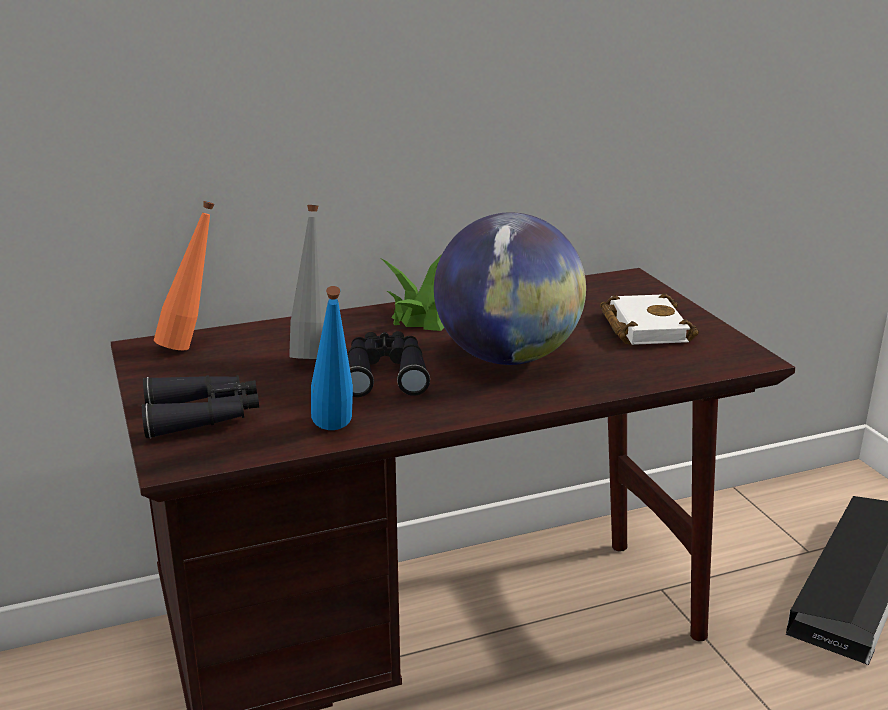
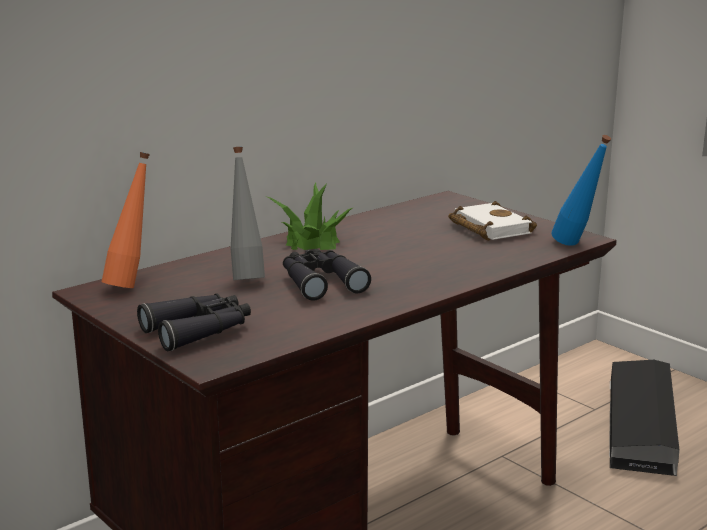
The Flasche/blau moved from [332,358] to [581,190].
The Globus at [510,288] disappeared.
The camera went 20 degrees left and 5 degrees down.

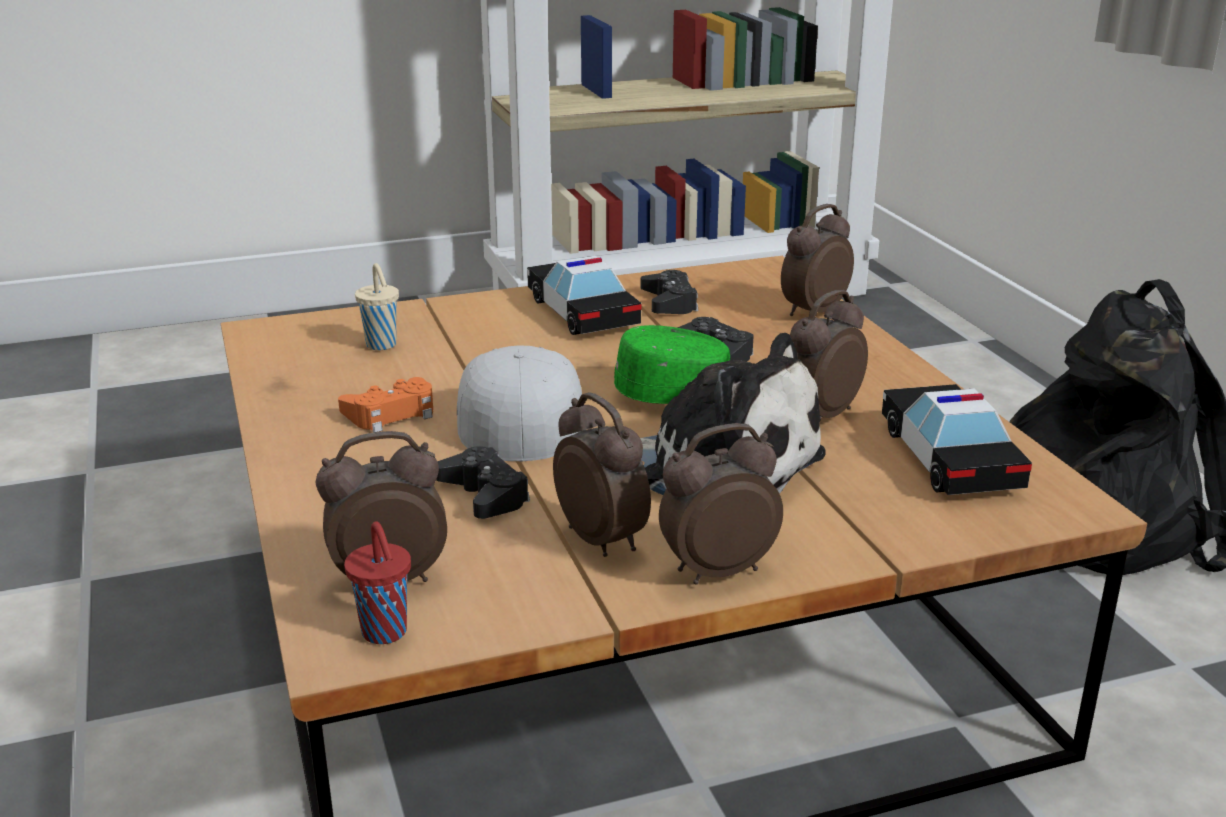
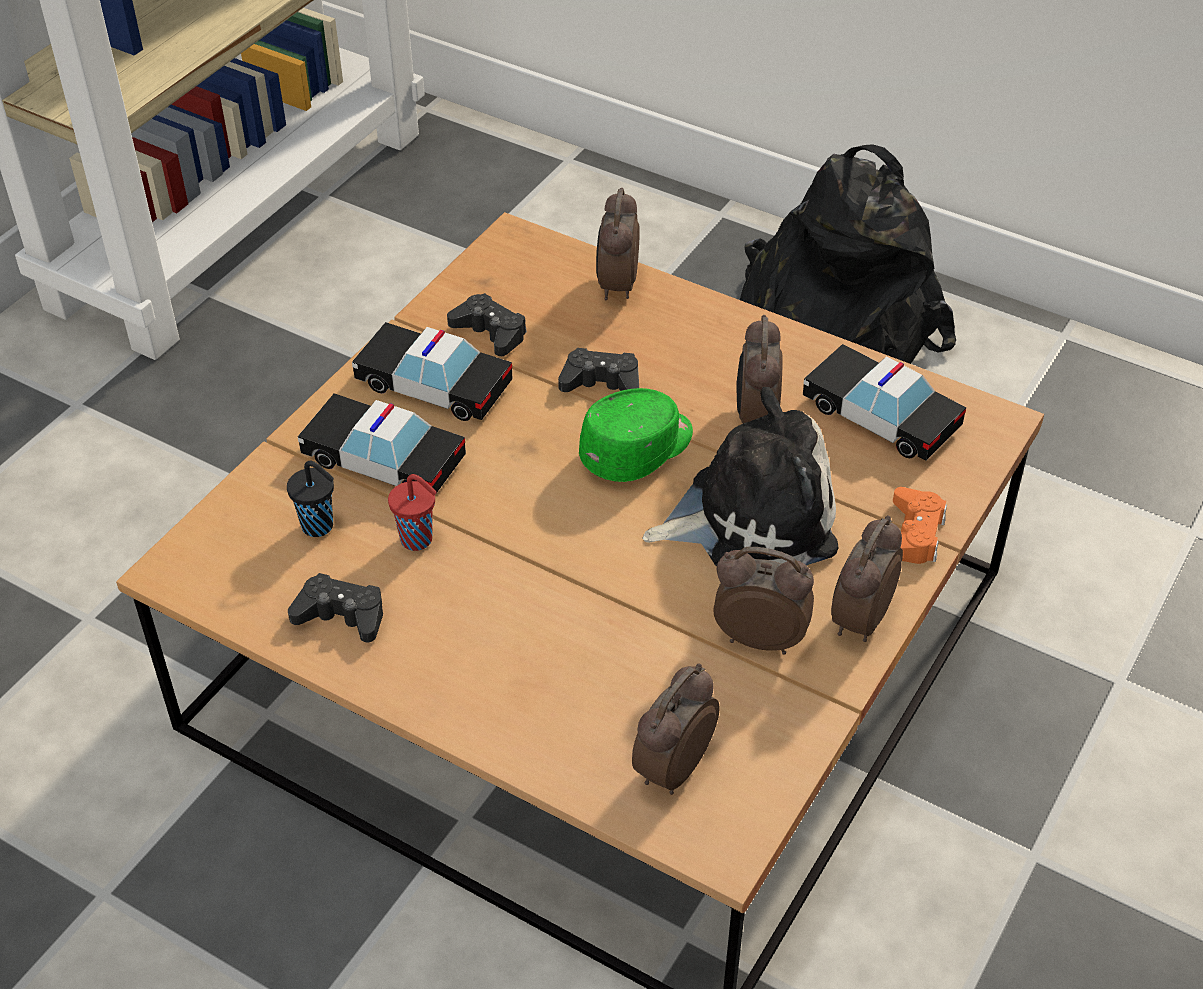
The Gamepad/orange moved from [385,405] to [920,525].
The Tasse/rot moved from [377,582] to [412,512].
The Tasse/beige at [377,306] became the Tasse/schwarz at [310,499].
The Gamepad/schwarz moved from [483,482] to [335,607].
The Kappe/weiß at [519,403] disappeared.
The Spielzeugauto at [382,444] appeared.
The camera went 40 degrees left and 20 degrees up.

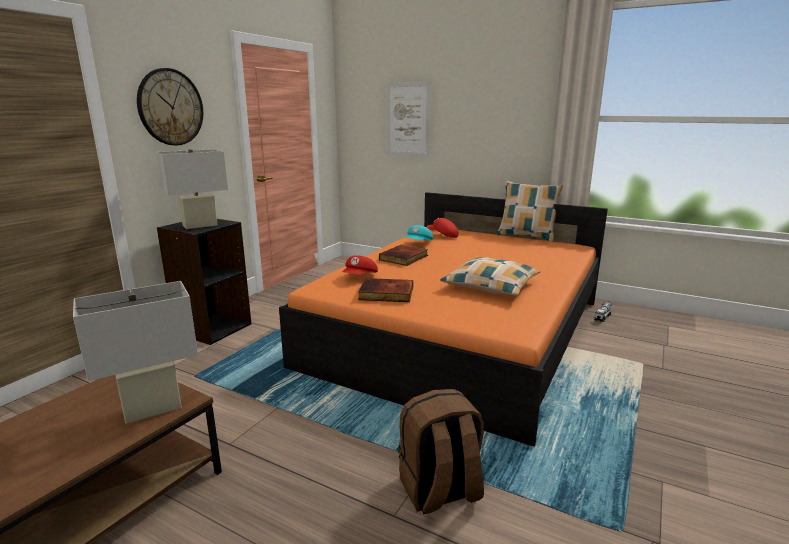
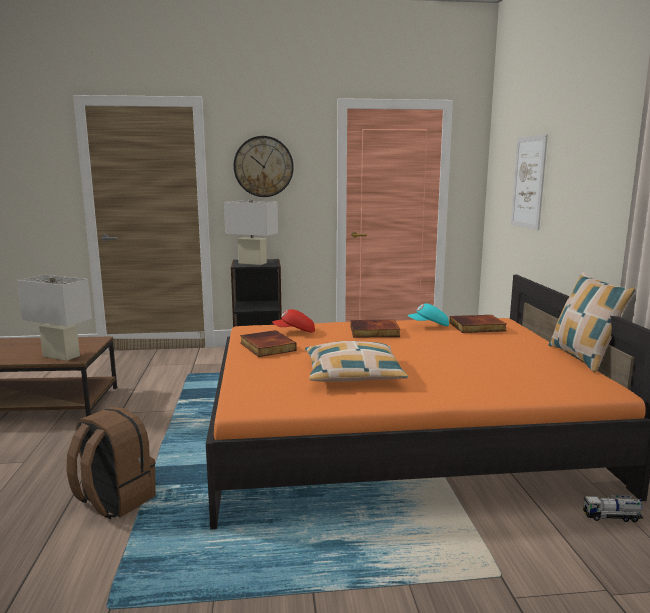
The Kappe/rot at [443,228] was replaced by the Buch at [478,324].
The camera went 55 degrees right and 5 degrees down.

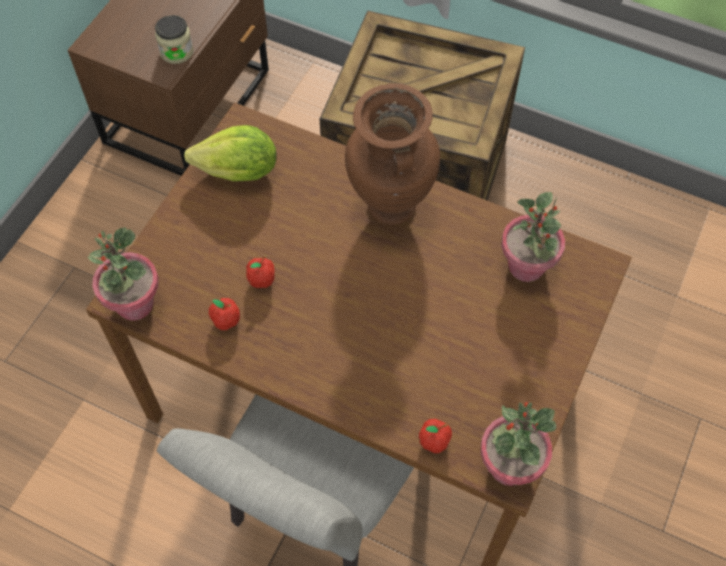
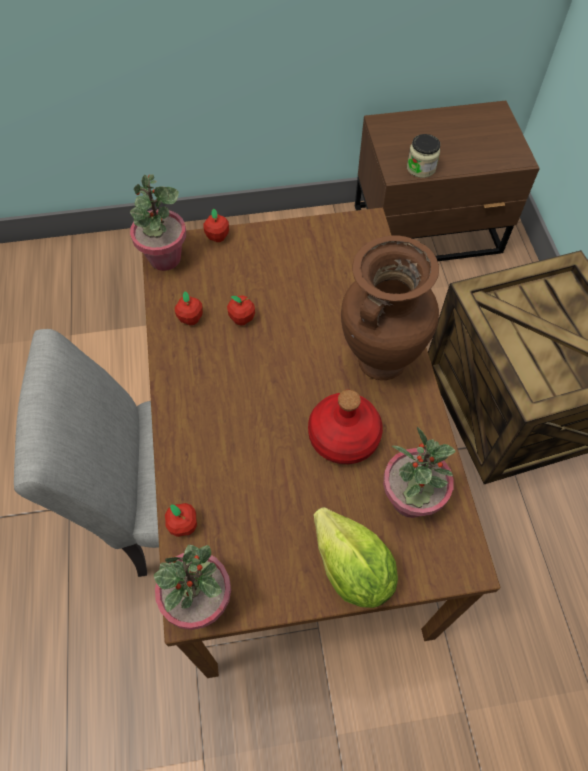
The Salatkopf moved from [230,153] to [356,557].
The Apfel at [216,225] appeared.
The Flasche/rot at [345,427] appeared.
The camera went 55 degrees right and 0 degrees up.

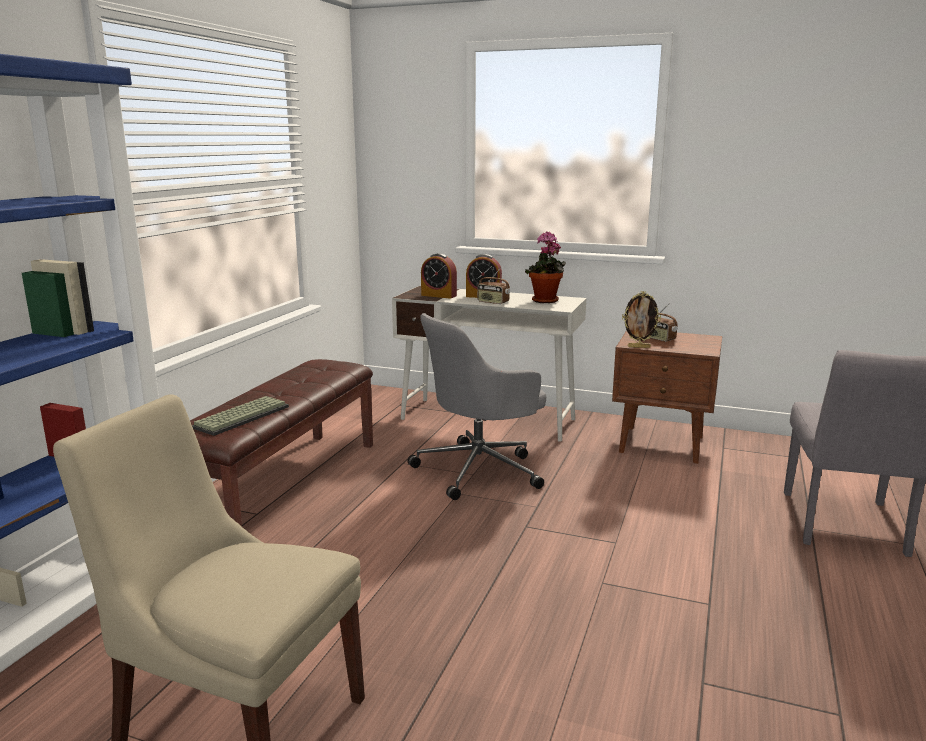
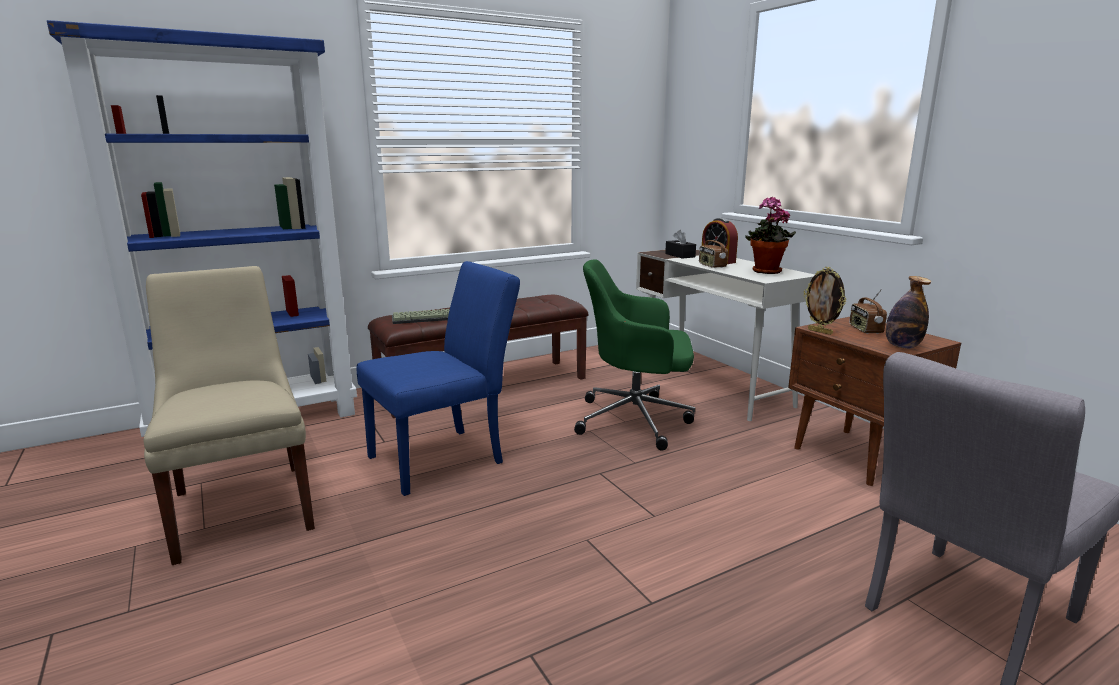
The Bürostuhl/grau at [476,406] became the Bürostuhl/grün at [634,355].
The Wecker at [439,276] was replaced by the Taschentuchbox/schwarz at [680,244].
The Stuhl/blau at [438,378] appeared.
The Flasche at [908,312] appeared.
The camera went 40 degrees right and 0 degrees up.

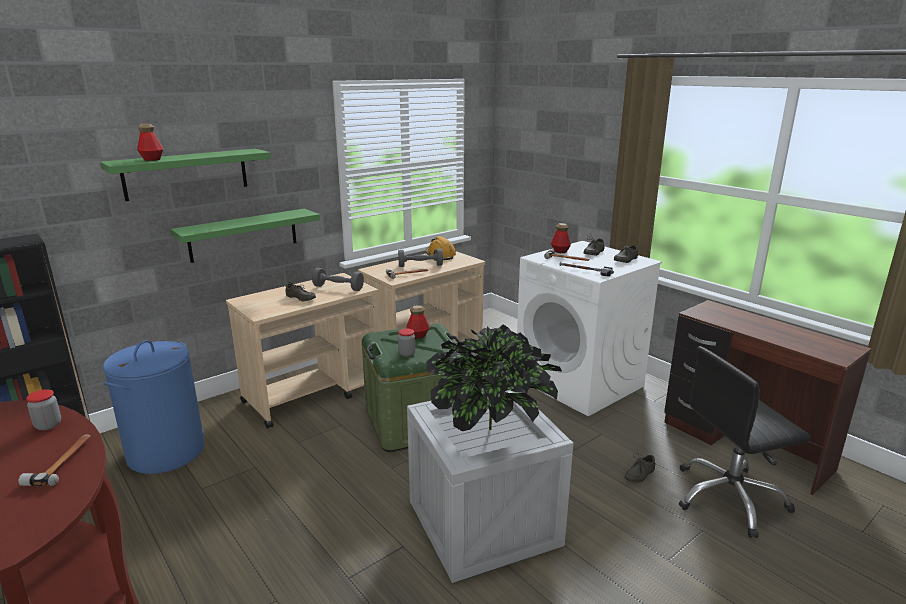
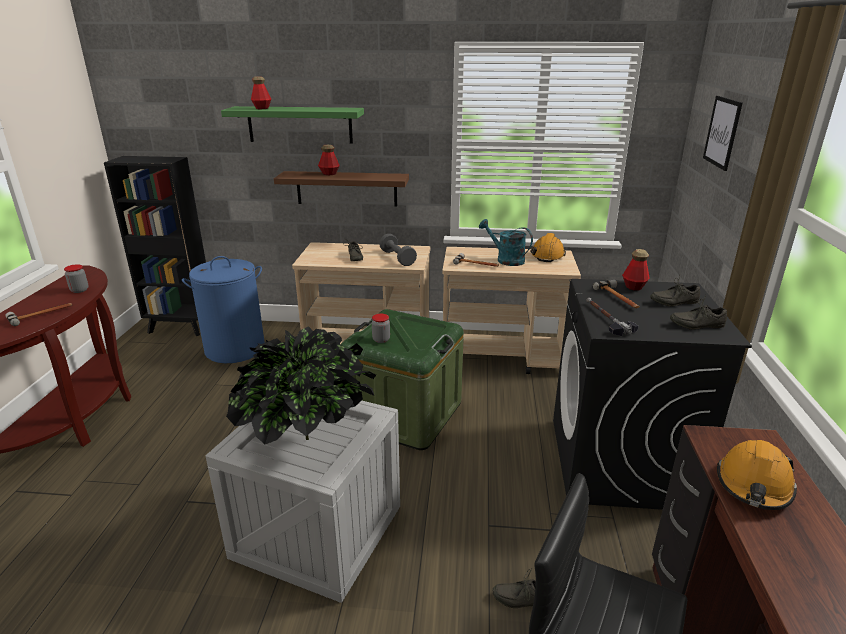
The Wandregal/grün at [245,236] became the Wandregal/braun at [341,188].
The Hantel/grau at [420,258] was replaced by the Gießkanne/türkis at [506,242].
The Flasche moved from [418,321] to [329,160].
The Waschmaschine/weiß at [589,328] became the Waschmaschine/schwarz at [652,394].
The Bild at [722,133] appeared.
The Schutzhelm/orange at [757,475] appeared.
The camera went 45 degrees right and 5 degrees up.

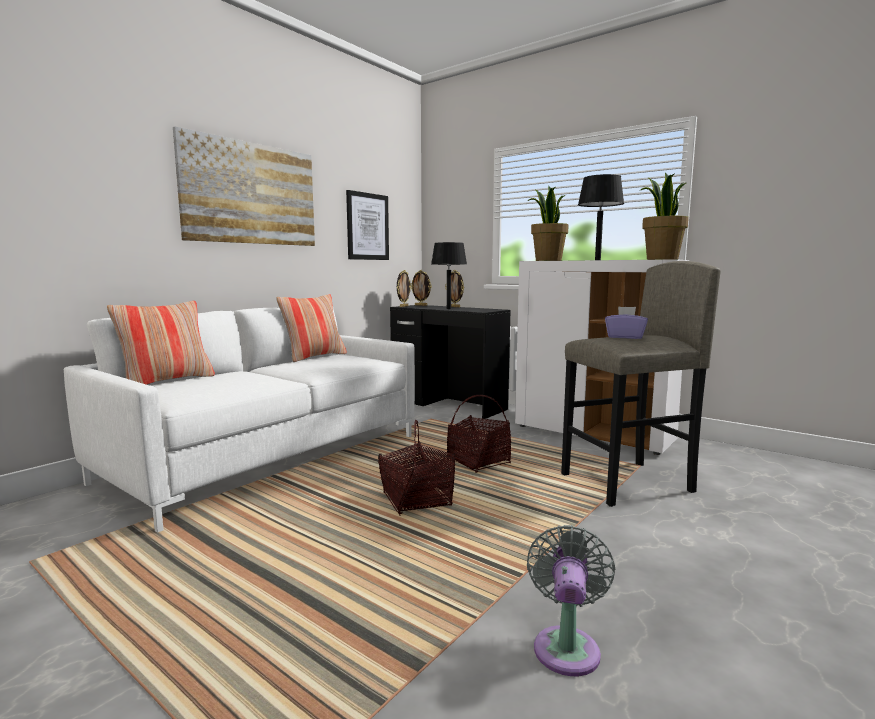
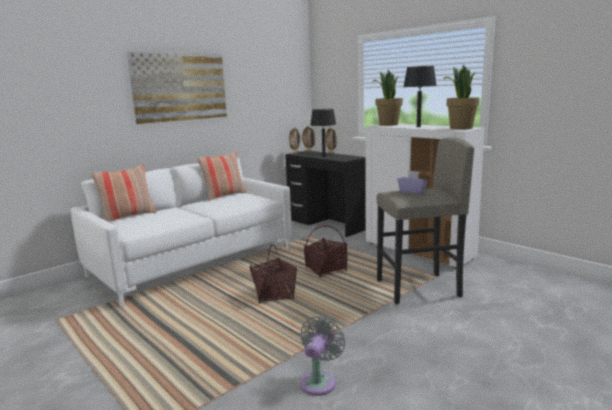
The Bild at [367,225] disappeared.
The camera went 10 degrees right and 5 degrees up.

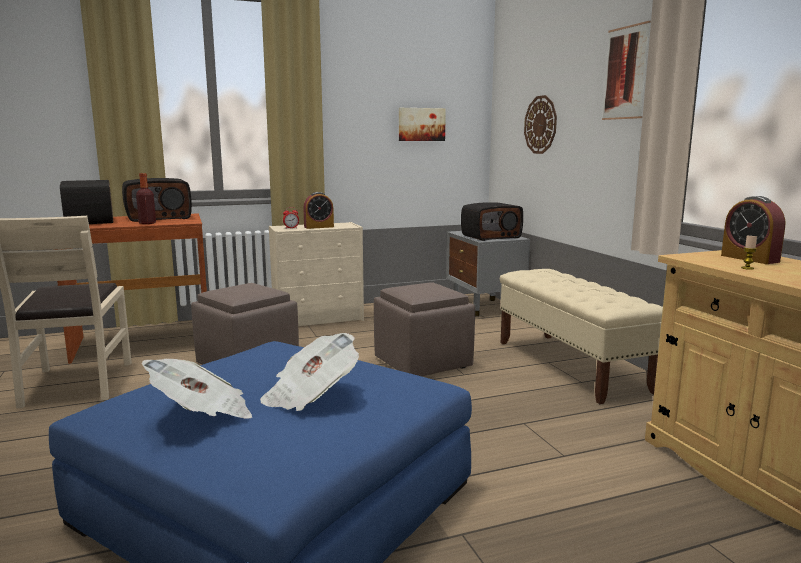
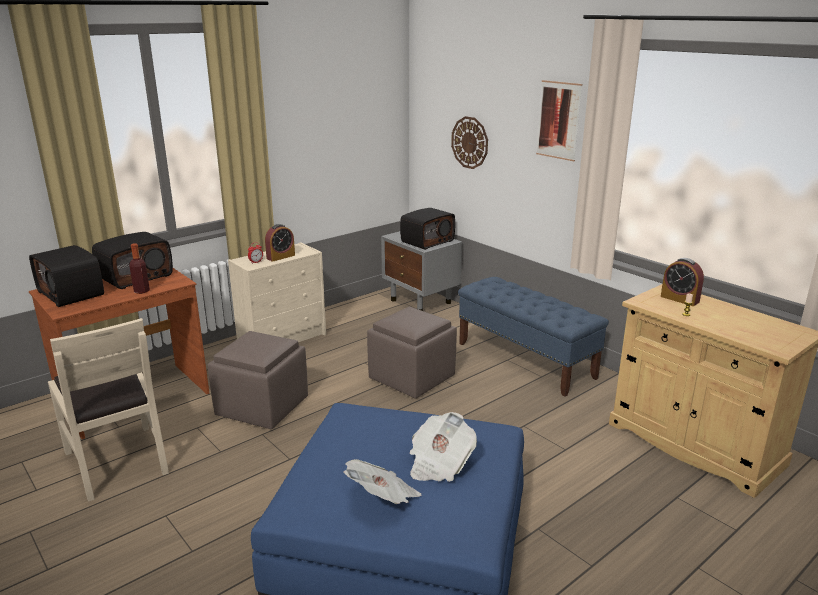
The Bild at [422,124] disappeared.
The Bank/beige at [581,336] became the Bank/blau at [533,337].
The camera went 20 degrees left and 10 degrees up.

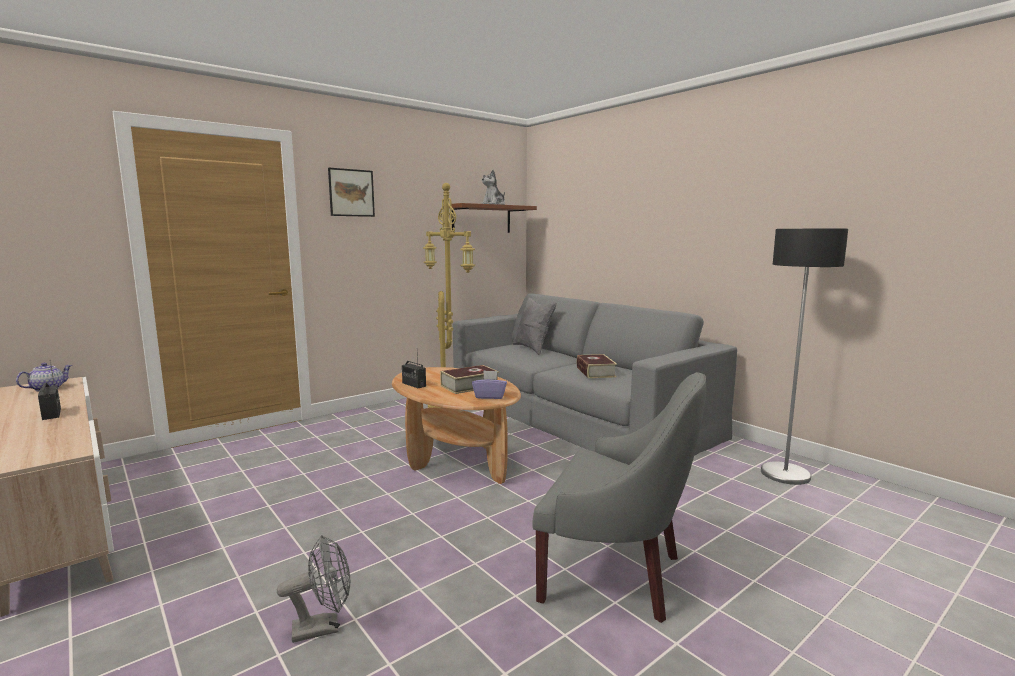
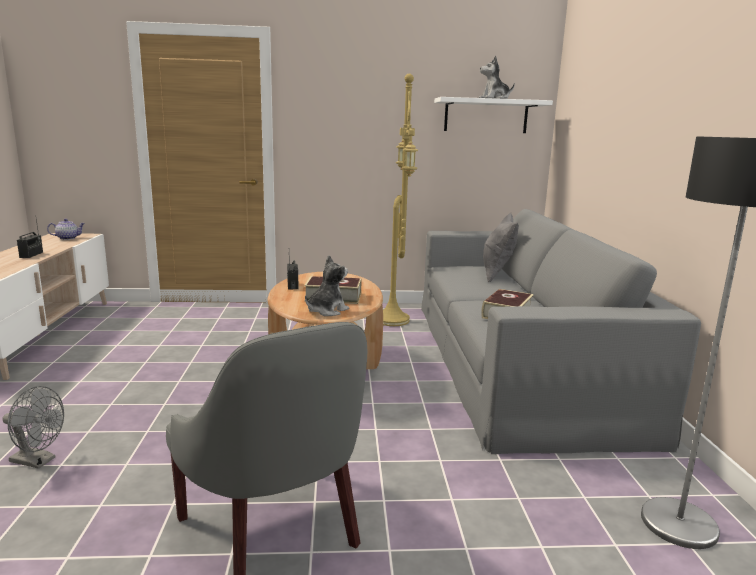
The Bild at [351,192] disappeared.
The Wandregal/braun at [493,218] became the Wandregal/weiß at [493,115].
The Taschentuchbox/lila at [489,384] was replaced by the Plüschtier at [327,285].
The camera went 35 degrees right and 5 degrees up.

